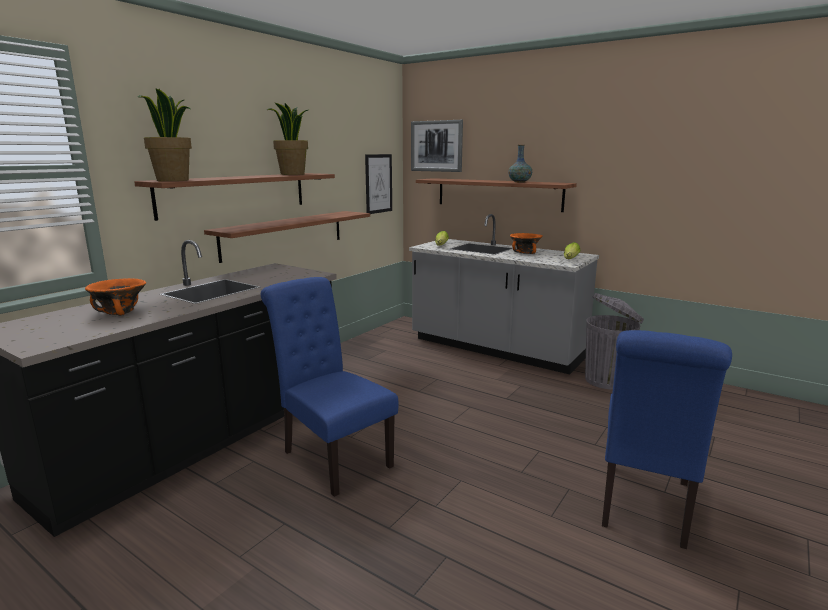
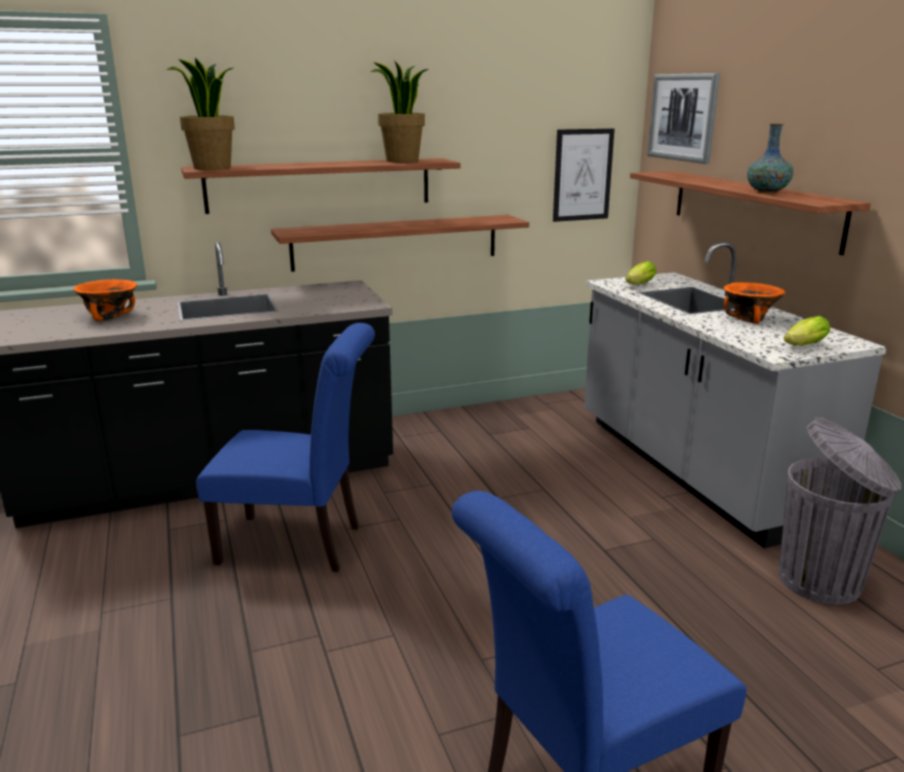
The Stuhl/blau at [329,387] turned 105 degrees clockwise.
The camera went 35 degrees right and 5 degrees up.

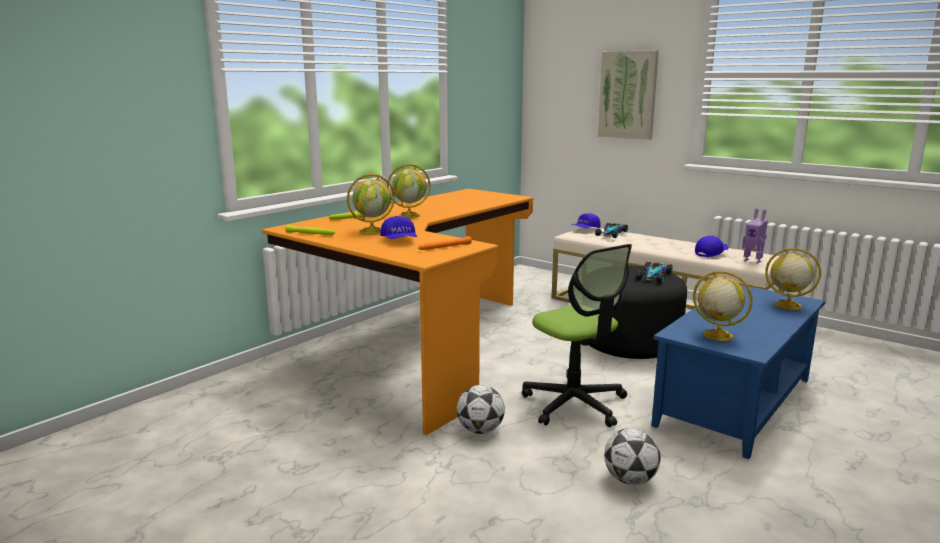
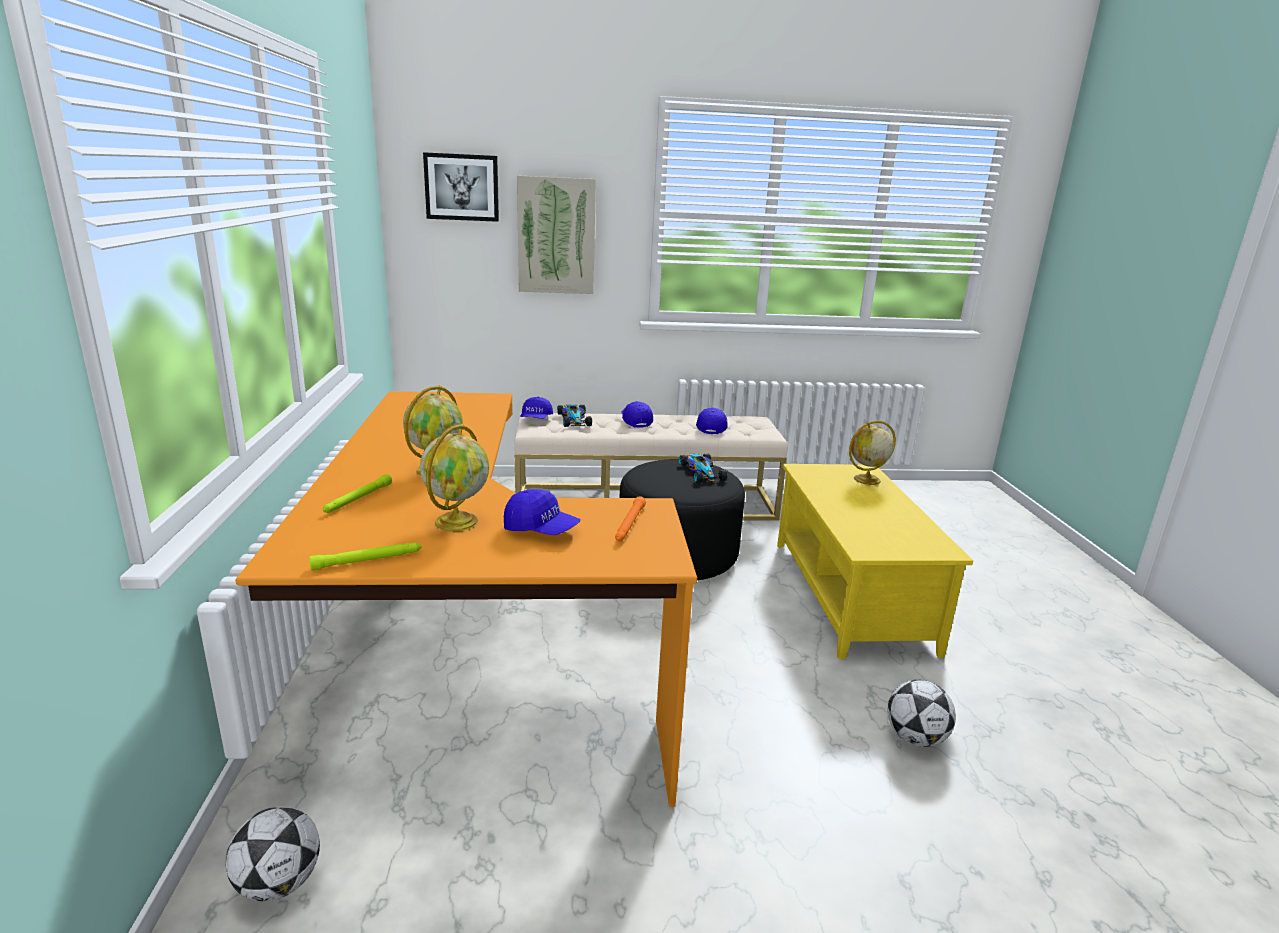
The Fußball moved from [481,409] to [273,854].
The Bürostuhl at [577,335] disappeared.
The Couchtisch/blau at [738,372] became the Couchtisch/gelb at [875,561].
The Globus at [723,306] disappeared.
The Spielzeugroboter at [755,236] disappeared.
The Bild at [461,187] appeared.
The Kappe/blau at [637,414] appeared.
The camera went 45 degrees left and 5 degrees up.

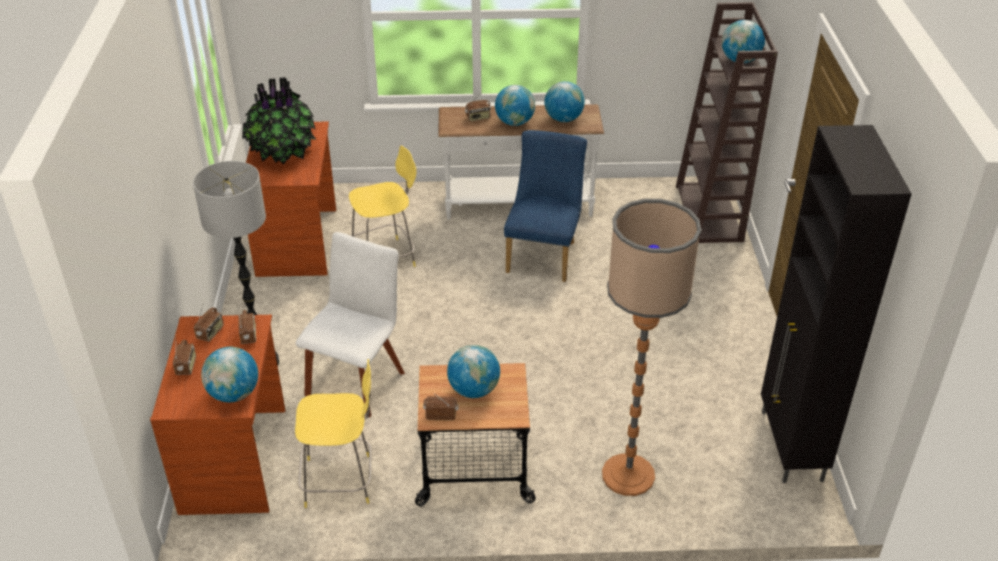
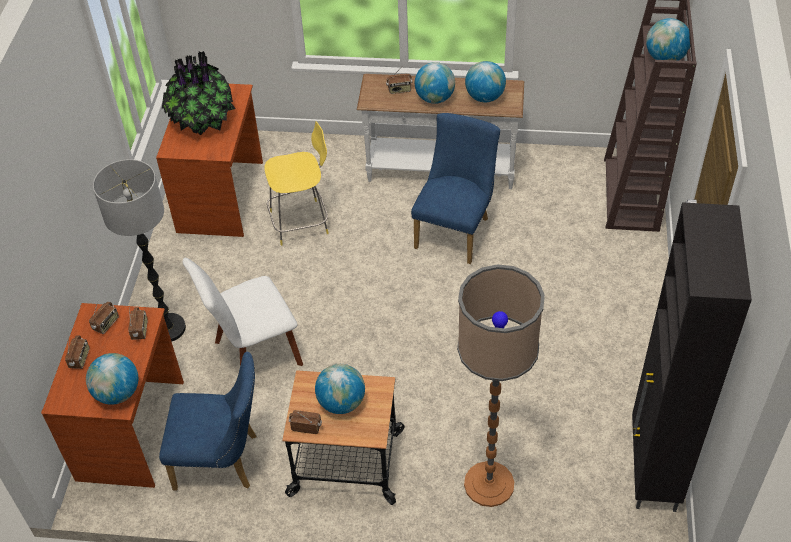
The Hocker/gelb at [333,433] was replaced by the Stuhl/blau at [208,421].
The Stuhl/weiß at [350,324] turned 150 degrees counterclockwise.
The camera went 10 degrees right and 10 degrees up.

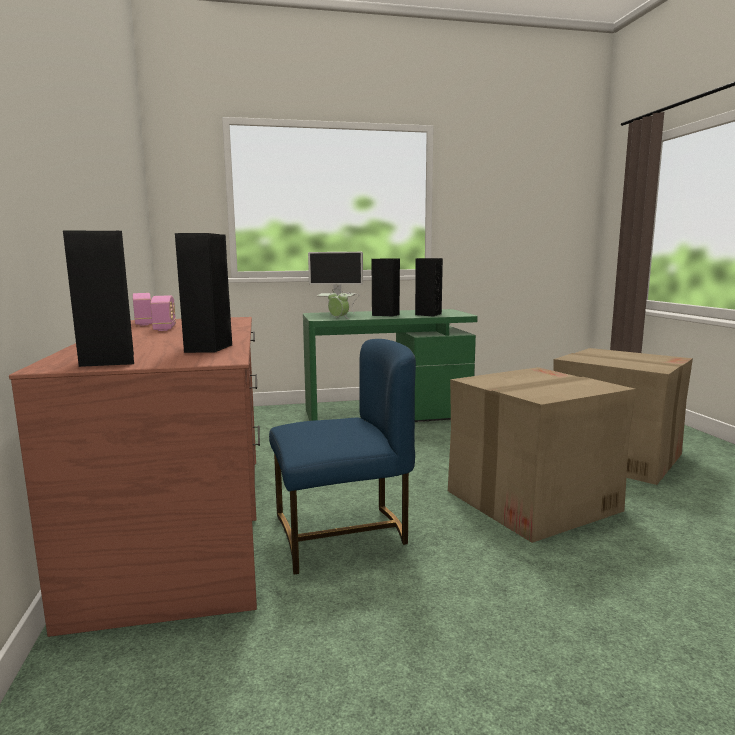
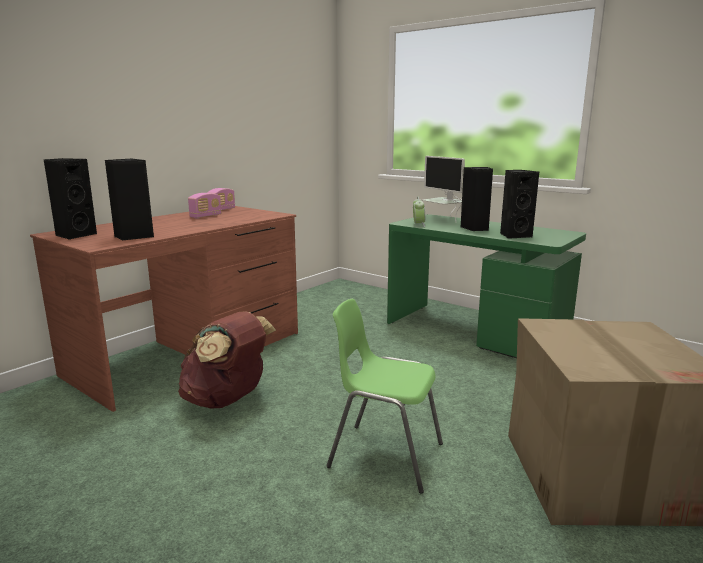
The Stuhl/blau at [342,457] was replaced by the Rucksack/braun at [227,360].
The Karton at [542,455] was replaced by the Stuhl/grün at [384,396].
The camera went 50 degrees right and 5 degrees up.

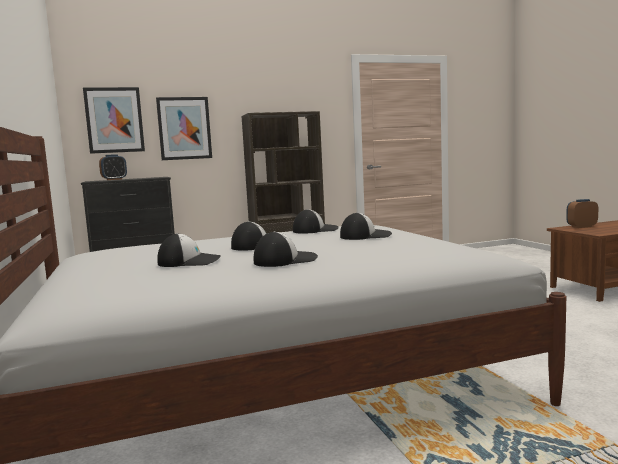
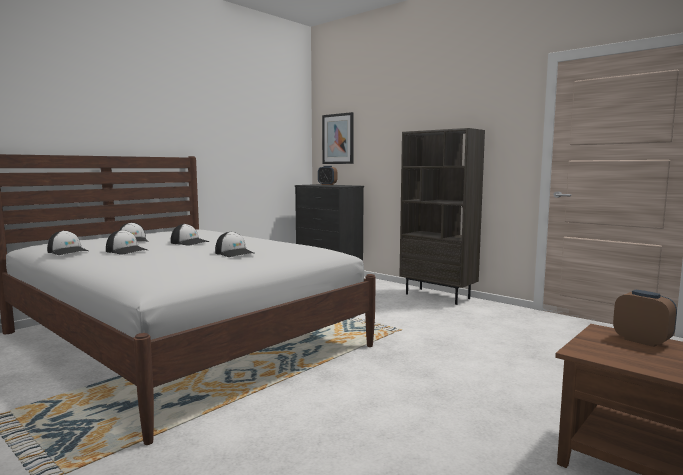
The Bild at [184,128] disappeared.
The Kappe moved from [316,221] to [67,242].
The camera went 60 degrees right and 0 degrees up.

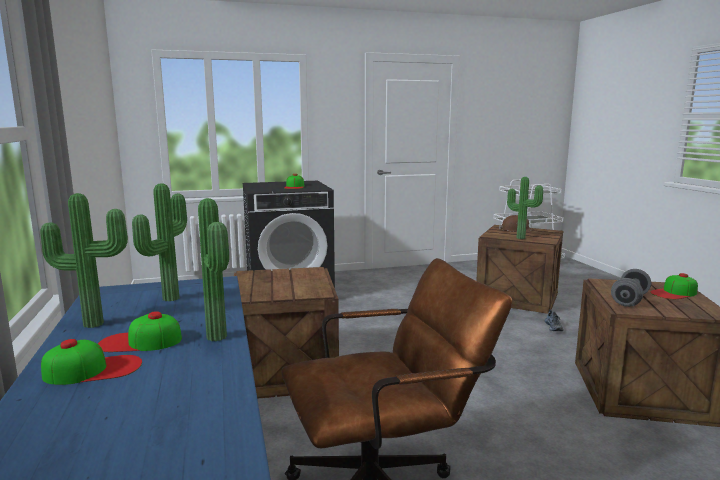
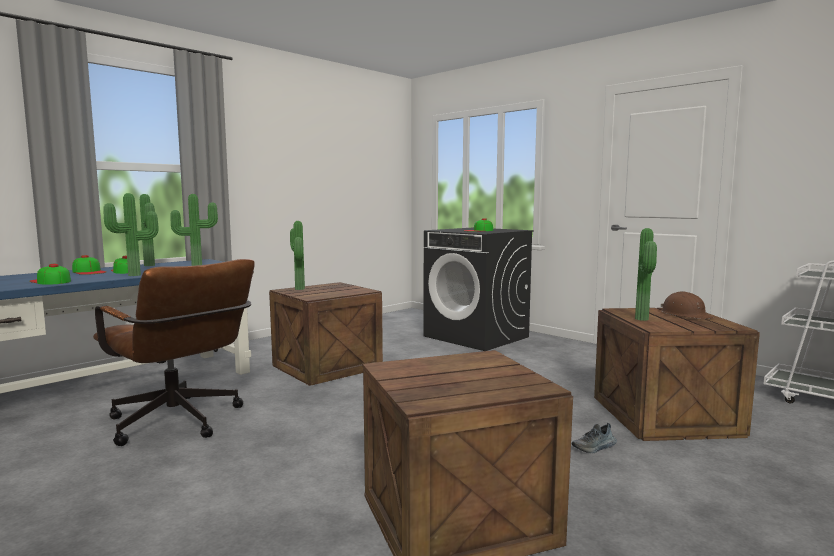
The Hantel/grau at [631,288] disappeared.
The Kappe moved from [674,286] to [50,274].
The Topfpflanze at [297,255] appeared.
The camera went 60 degrees right and 5 degrees down.

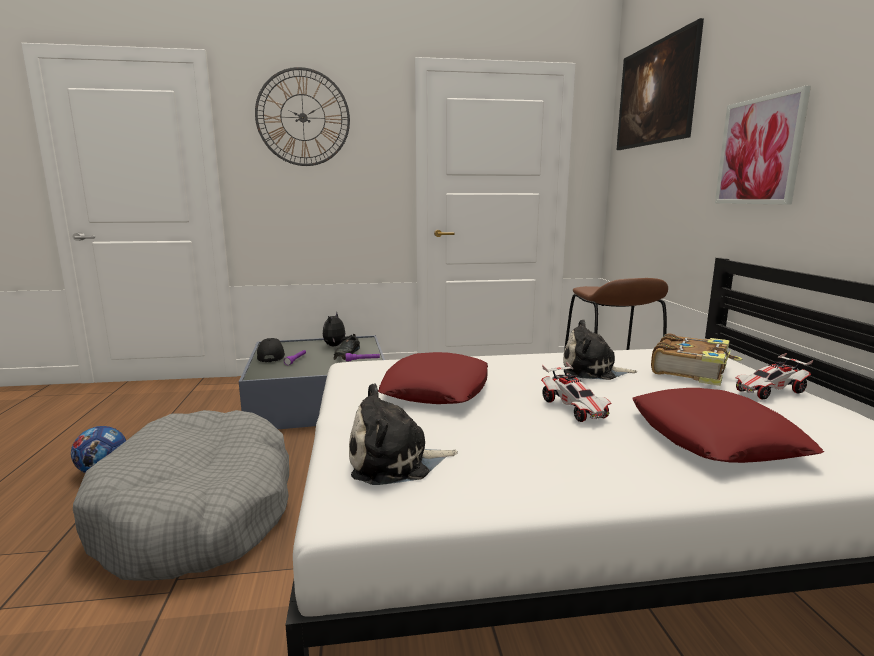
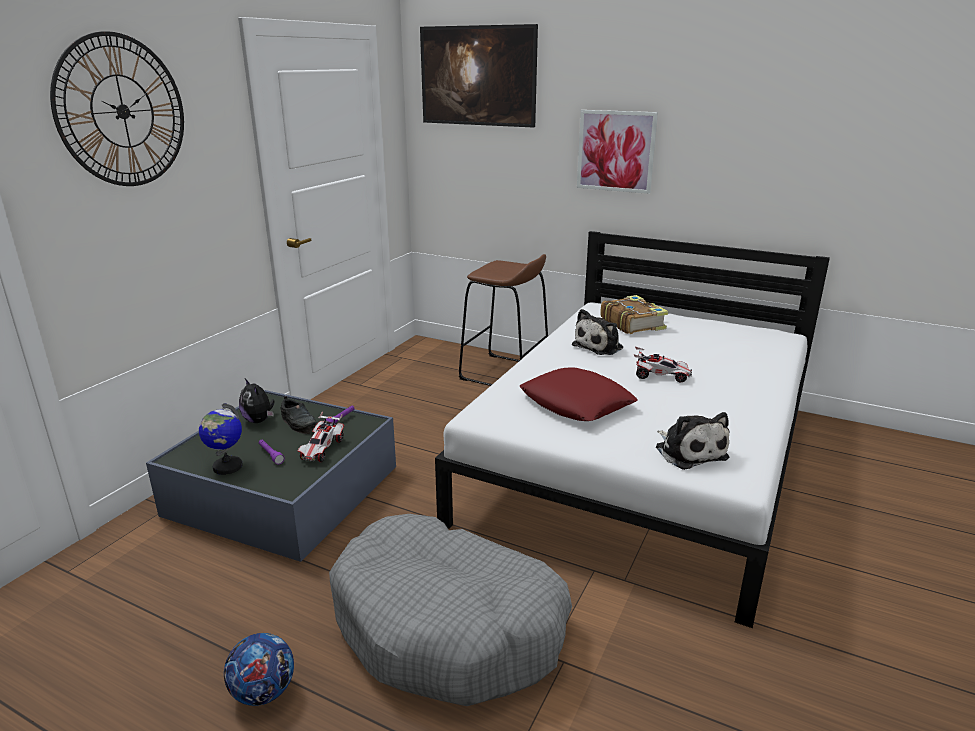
The Kappe/schwarz at [271,350] was replaced by the Globus at [221,439].
The Plüschtier at [403,434] turned 45 degrees counterclockwise.
The Kissen/rot at [728,425] disappeared.
The Spielzeugauto moved from [774,376] to [321,436].
The camera went 55 degrees left and 10 degrees up.

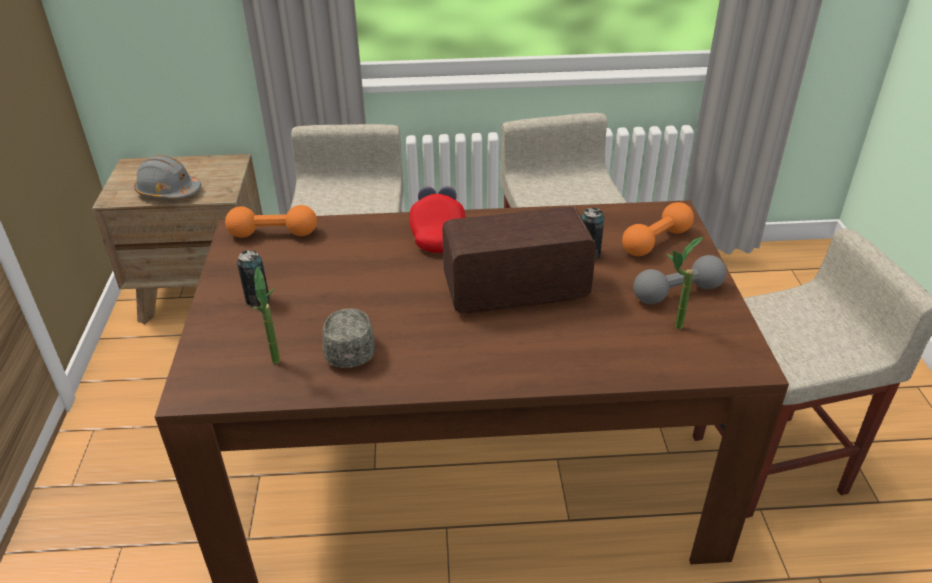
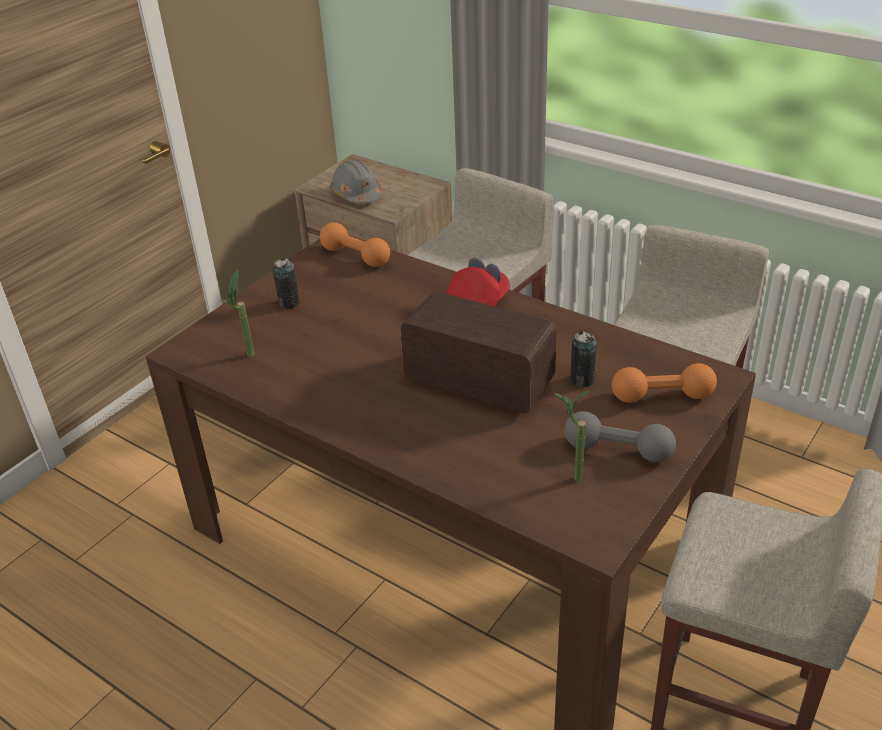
The Kappe/grau at [348,338] disappeared.
The camera went 40 degrees right and 0 degrees up.

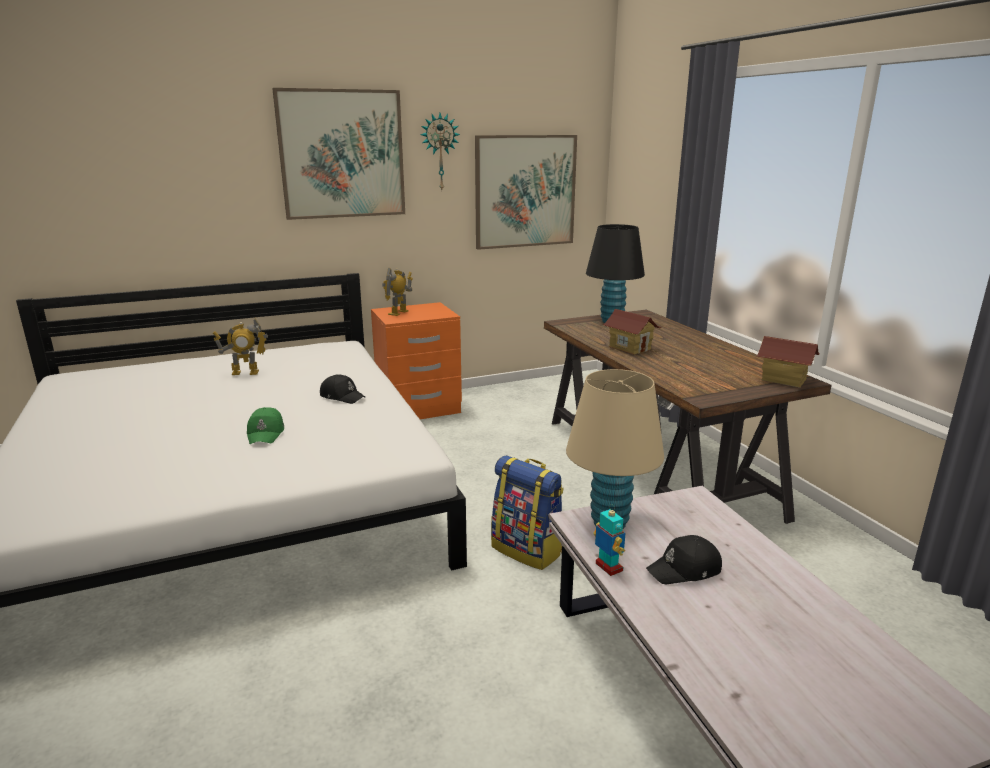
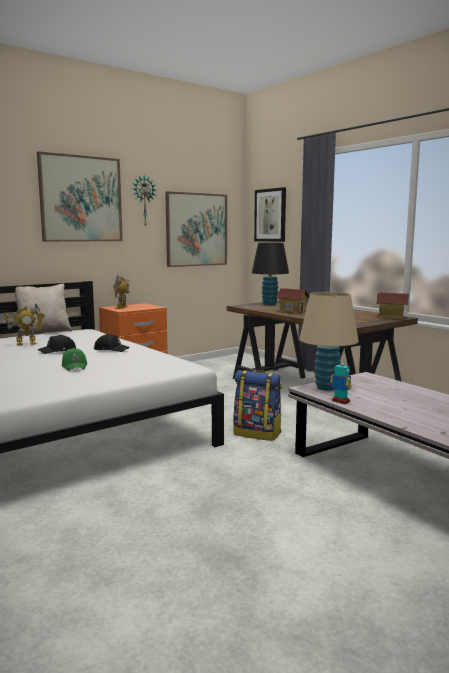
The Kappe/schwarz moved from [684,560] to [57,344].
The Kissen/beige at [43,310] appeared.
The Bild at [270,214] appeared.
The camera went 15 degrees left and 10 degrees down.

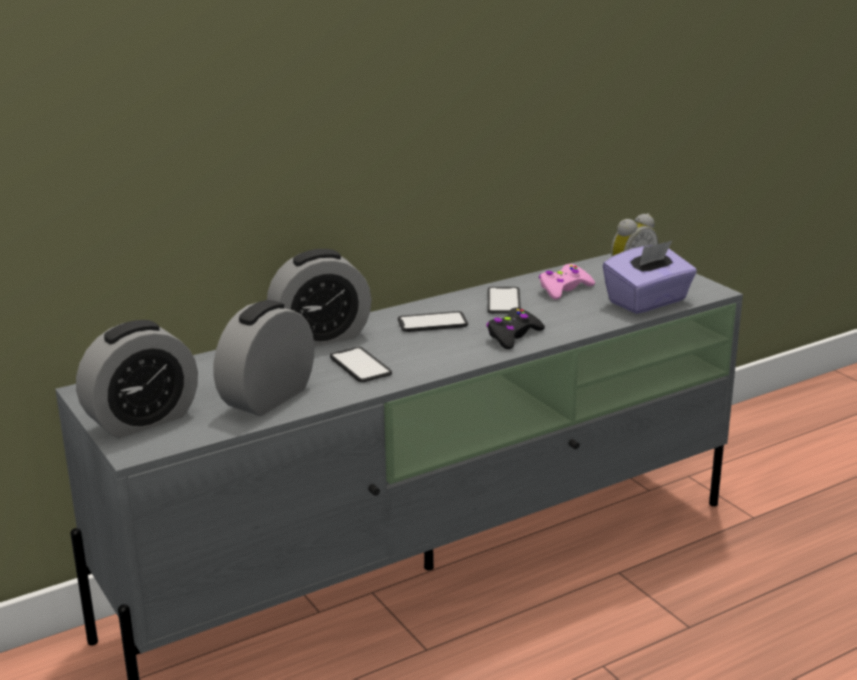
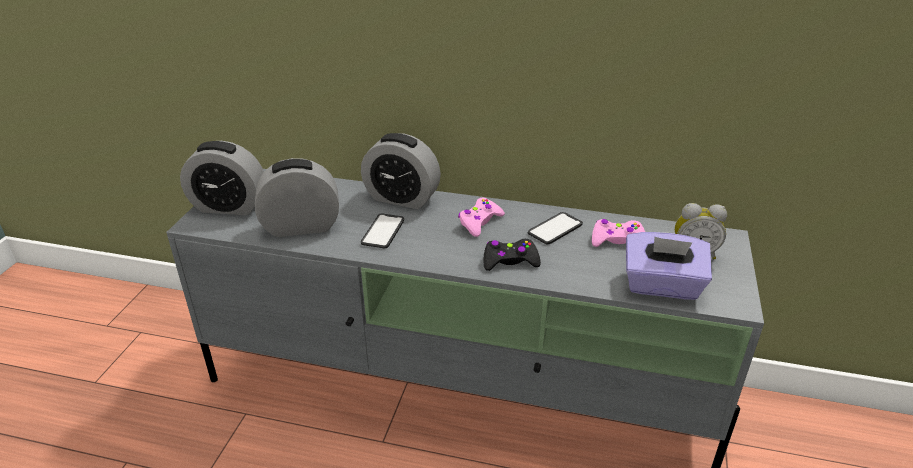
The Handy at [433,321] was replaced by the Gamepad/rosa at [481,217].
The camera went 45 degrees right and 10 degrees up.

